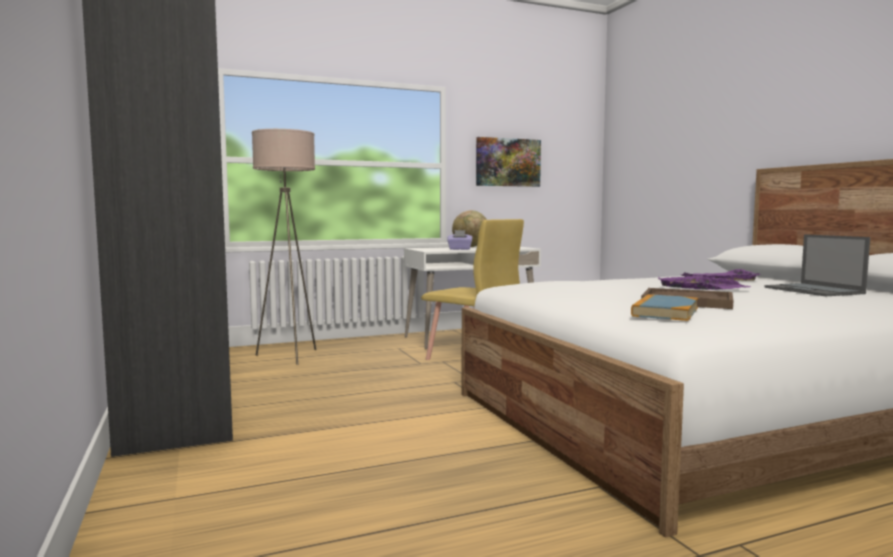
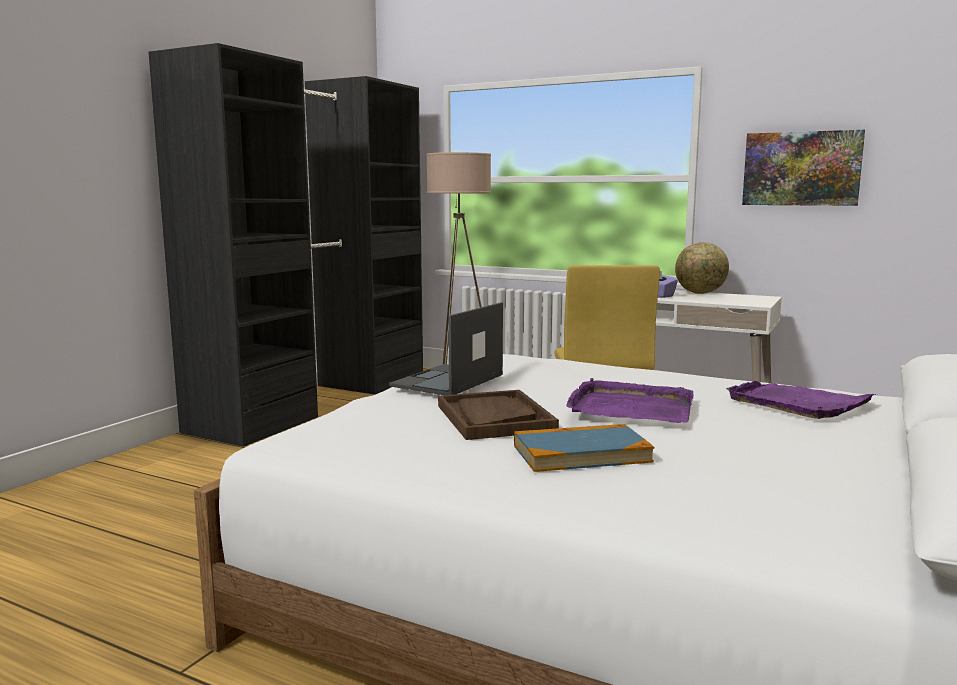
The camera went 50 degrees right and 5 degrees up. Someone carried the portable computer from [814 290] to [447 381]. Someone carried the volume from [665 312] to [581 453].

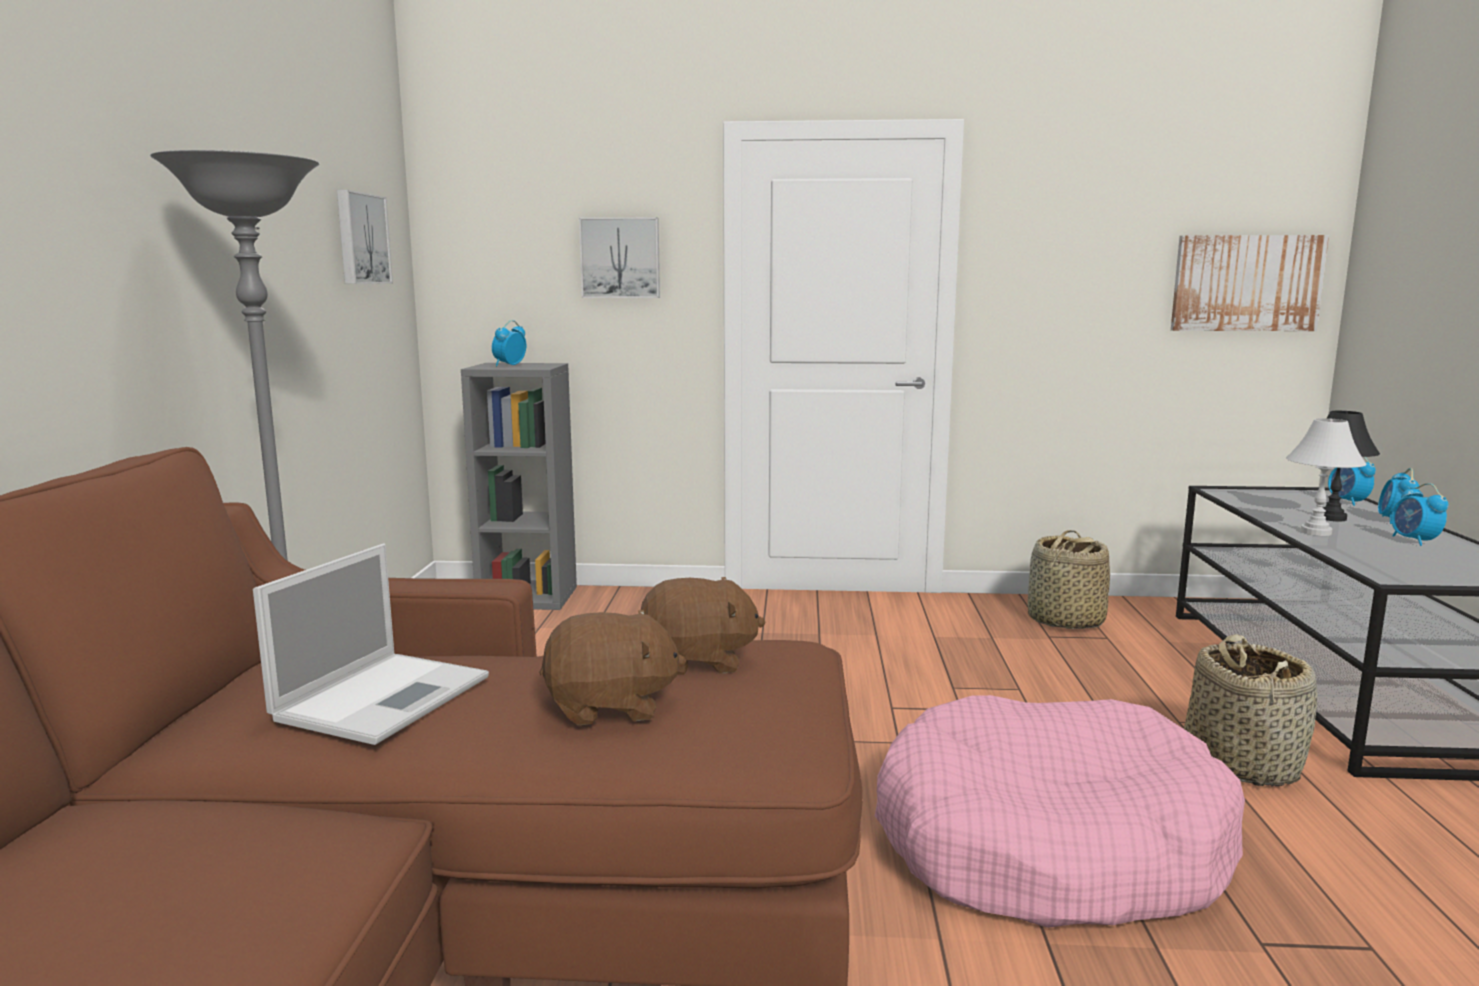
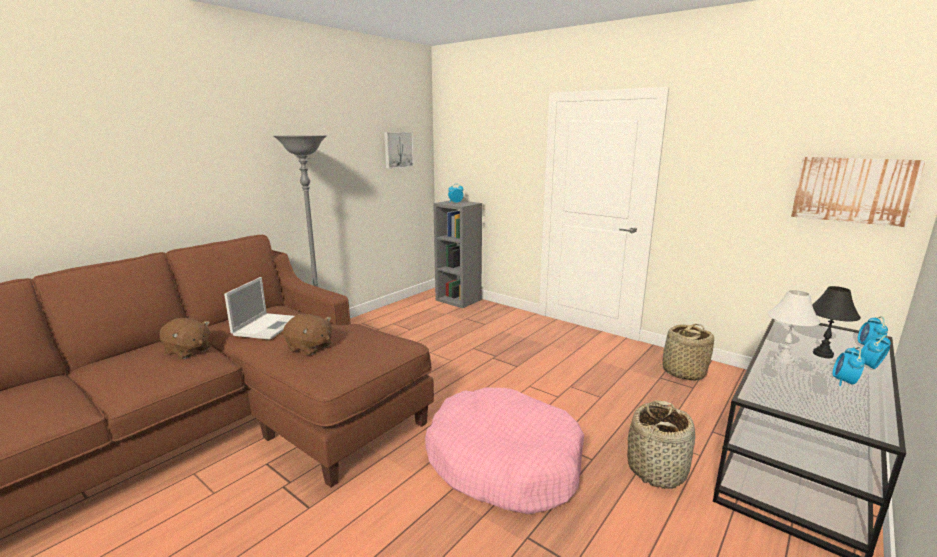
The camera went 35 degrees right and 5 degrees up. Someone took away the picture at [620 258]. Someone rotated the portable computer at [385 696] by 45 degrees counterclockwise. Someone carried the brown soft toy from [698 662] to [188 351].

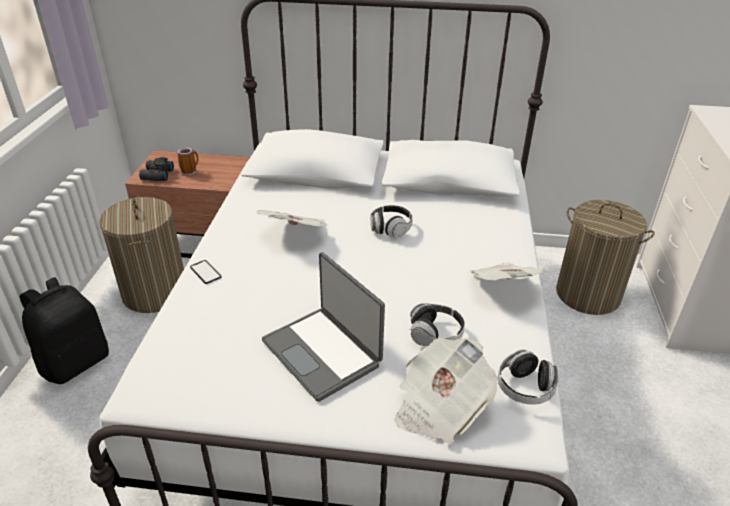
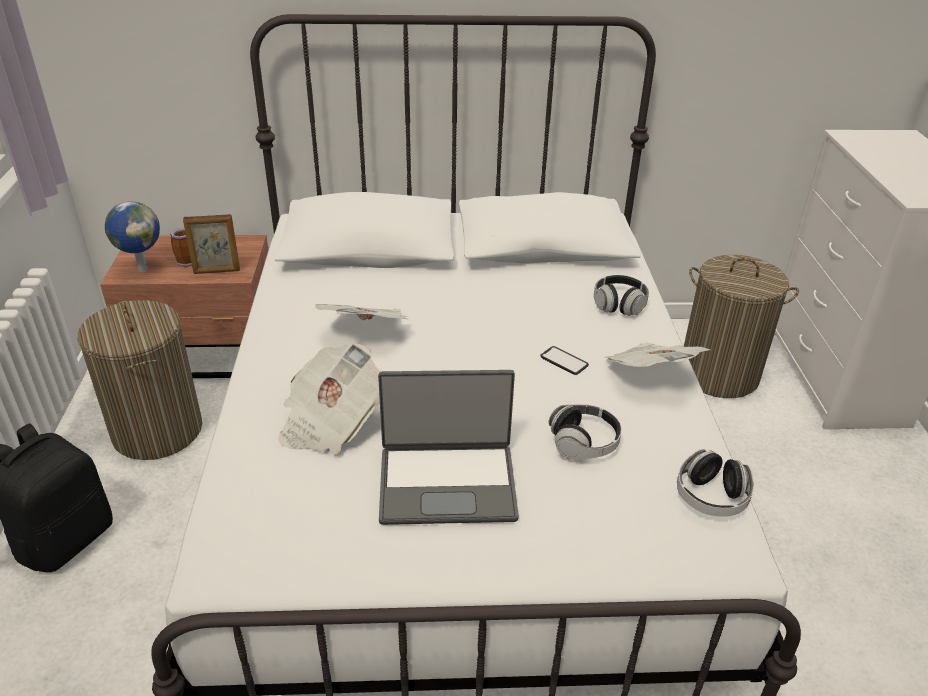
The camera went 10 degrees left and 0 degrees up. Someone swapped the black pair of binoculars at [156 175] for the globe at [142 269]. Someone carried the pair of headphones from [390 228] to [619 305]. Someone rotated the portable computer at [323 352] by 45 degrees counterclockwise. Someone carried the telephone from [205 272] to [564 361]. Someone carried the printed paper from [439 407] to [330 422]. Someone put down the photo frame at [217 271].

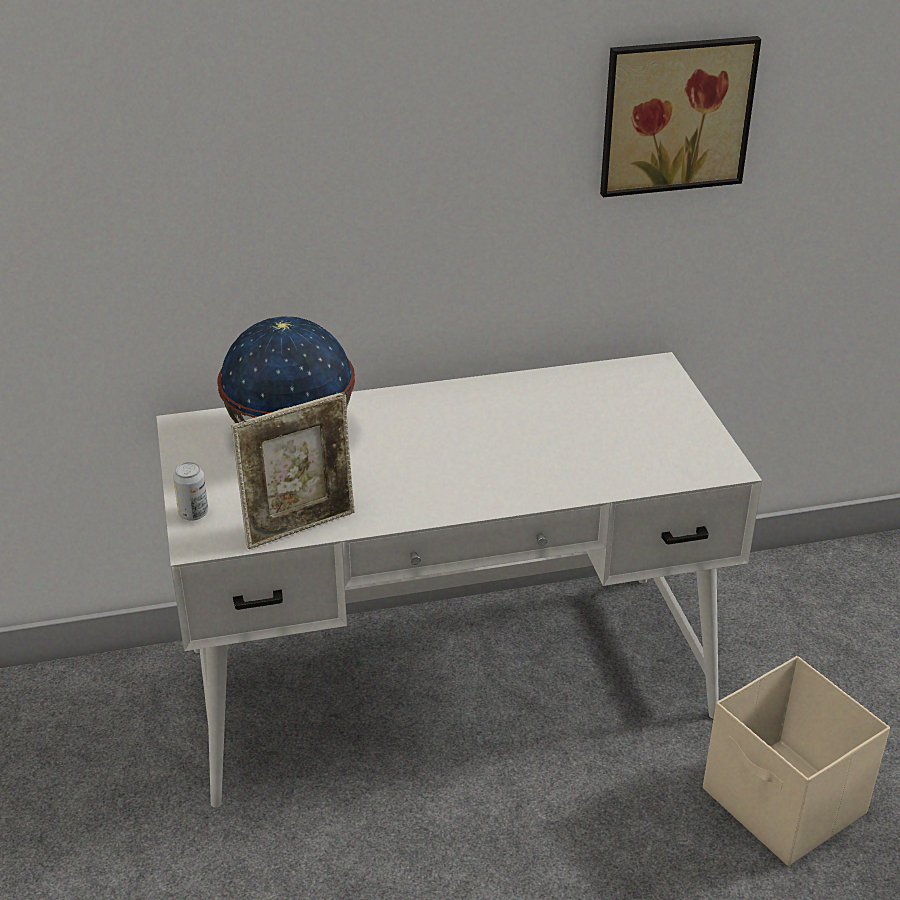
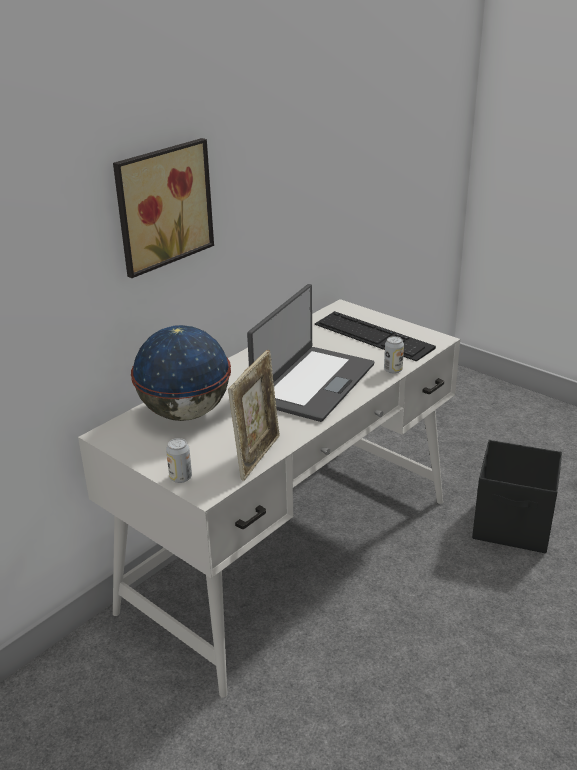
The camera went 35 degrees left and 5 degrees down. Someone carried the picture from [674 114] to [161 205]. Someone repainted the sand-coloured storage box at [784 804], which became the black storage box at [513 526]. Someone put down the portable computer at [312 383]. Someone put down the computer keyboard at [373 336]. Someone put down the metal can at [393 370].

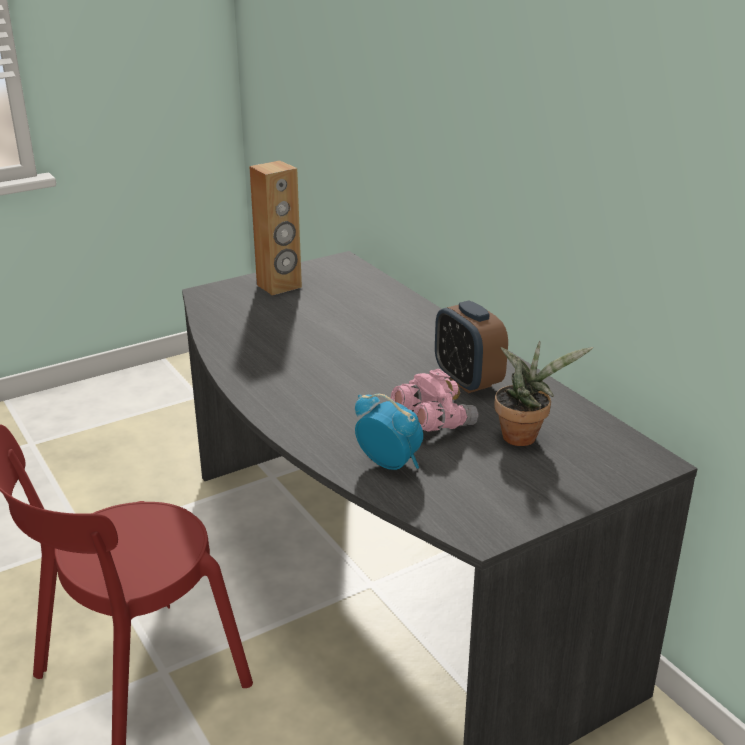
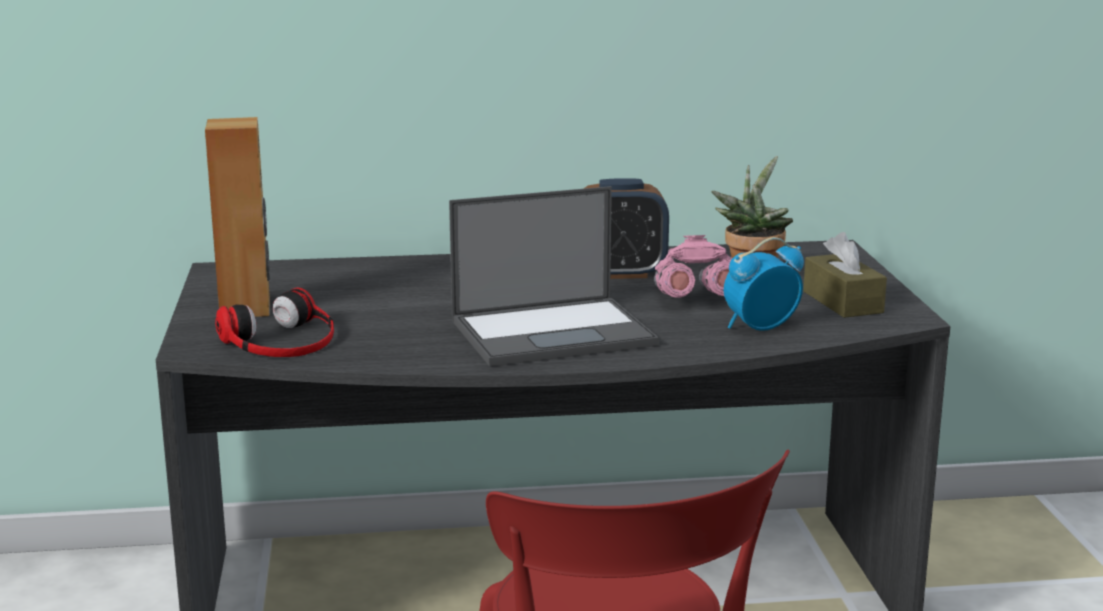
The camera went 65 degrees left and 10 degrees down. Someone put down the portable computer at [554 332]. Someone put down the brown tissue holder at [842 302]. Someone put down the pair of headphones at [282 341].

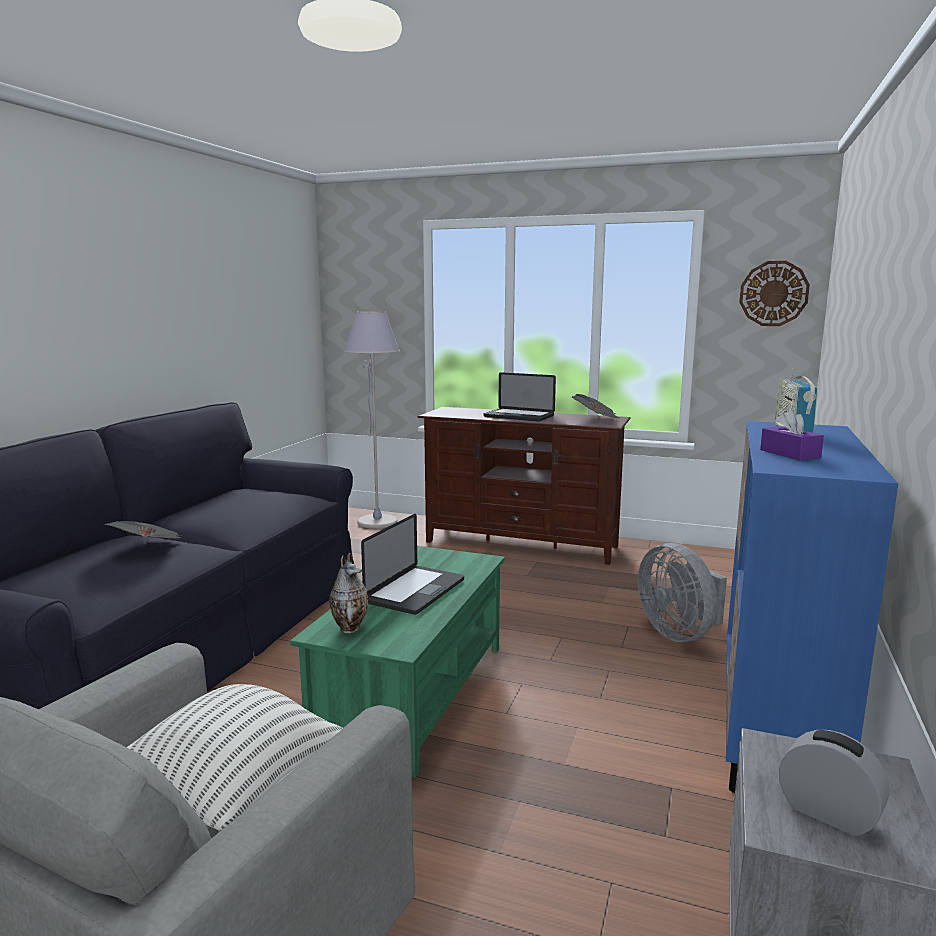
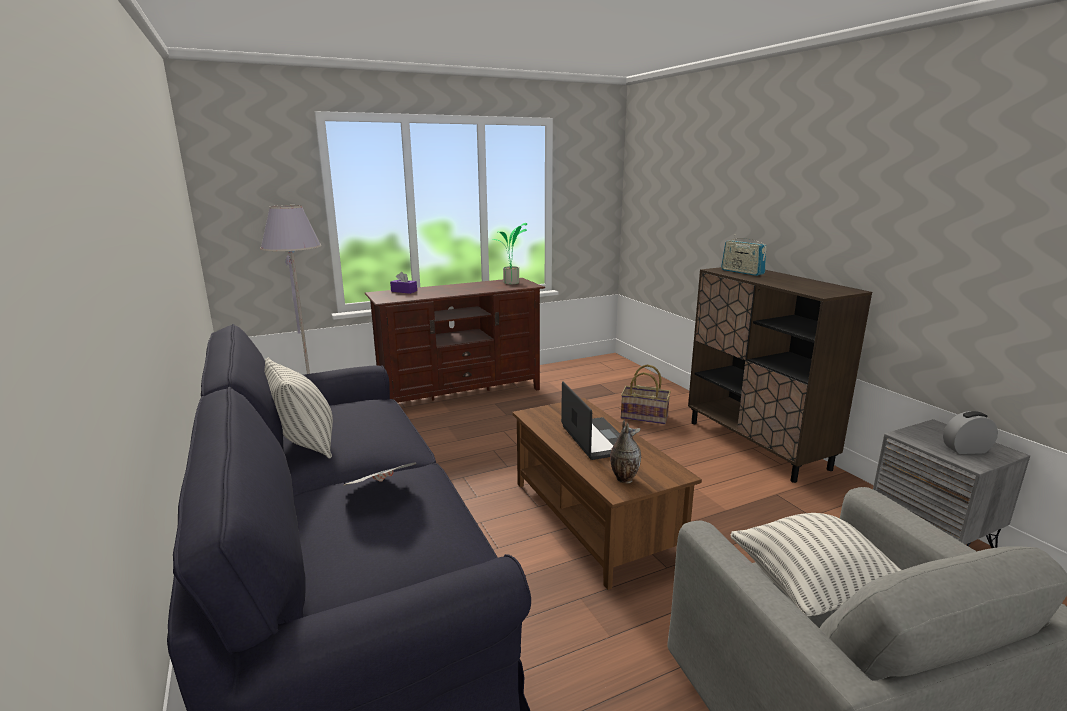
The camera went 45 degrees left and 5 degrees up. Someone took away the hanging clock at [773 293]. Someone took away the portable computer at [518 416]. Someone swapped the printed paper at [596 419] for the potted plant at [511 283]. Someone carried the purple tissue holder from [789 454] to [404 291]. Someone repainted the blue-coloured cabinet at [775 727], which became the brown cabinet at [756 445]. Someone swapped the grey fan at [679 633] for the household basket at [644 416]. Someone repainted the green coffee table at [413 693], which became the brown coffee table at [592 518]. Someone put down the pillow at [304 444].

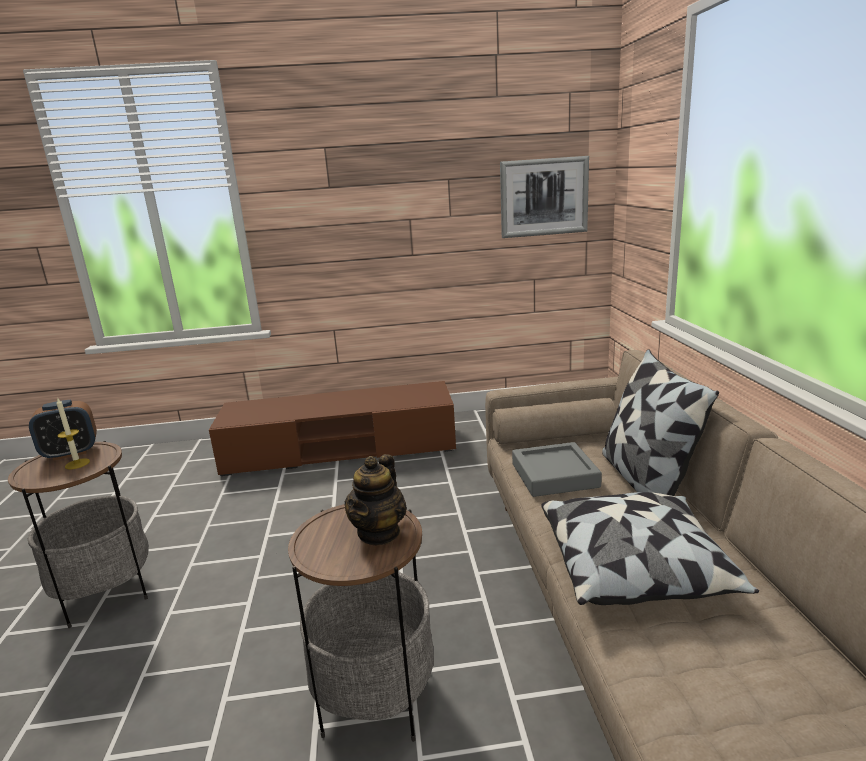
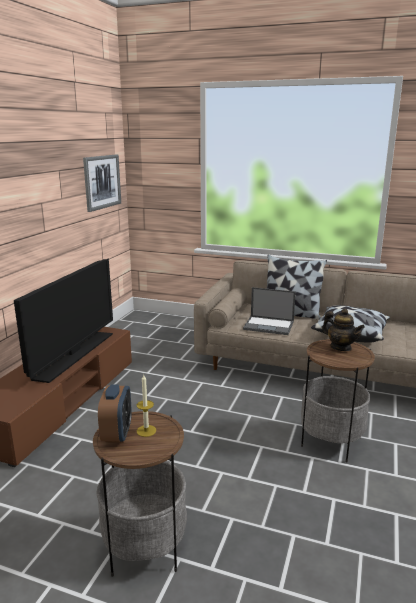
The camera went 65 degrees left and 0 degrees up. Someone swapped the grey carrying tray at [554 475] for the portable computer at [269 325]. Someone put down the television at [75 355].

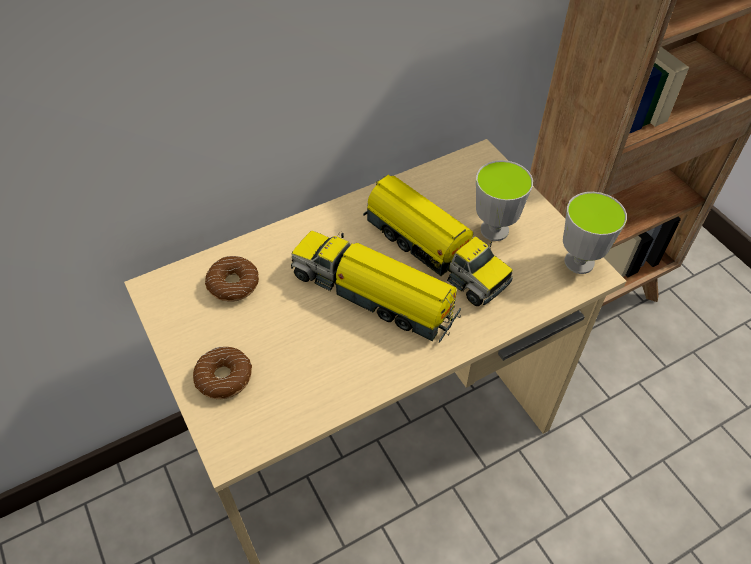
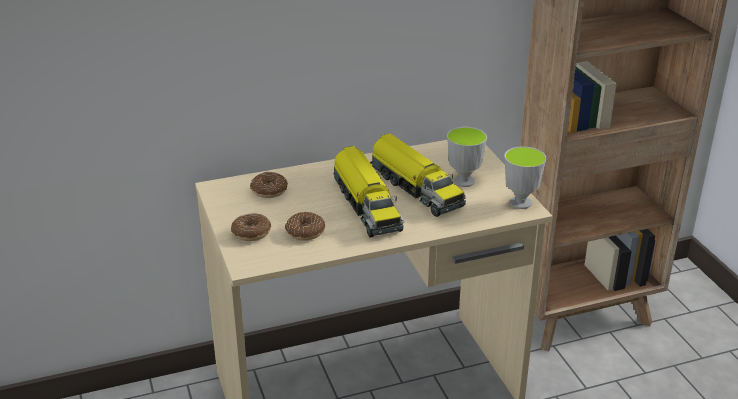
The camera went 10 degrees right and 20 degrees down. Someone rotated the toy lorry at [375 295] by 150 degrees counterclockwise. Someone put down the donut at [305 232].

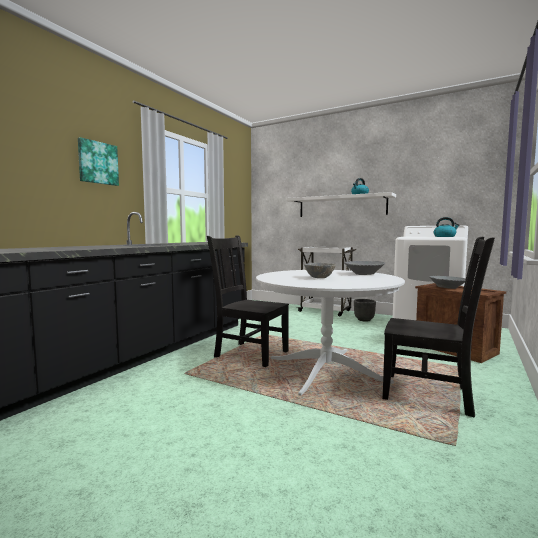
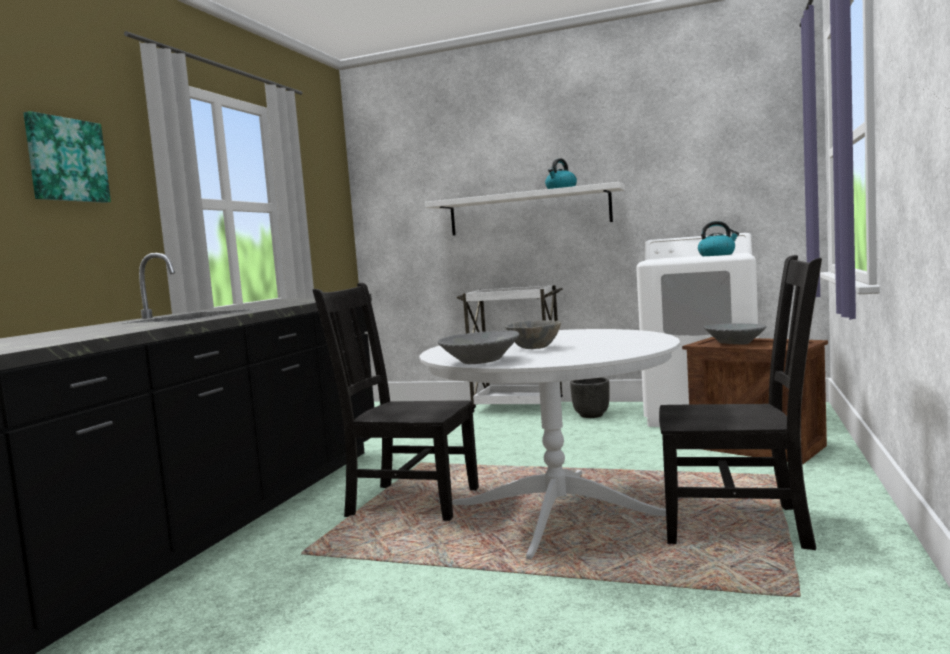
The camera went 10 degrees left and 0 degrees up. Someone carried the grey serving bowl from [364 274] to [480 361].

